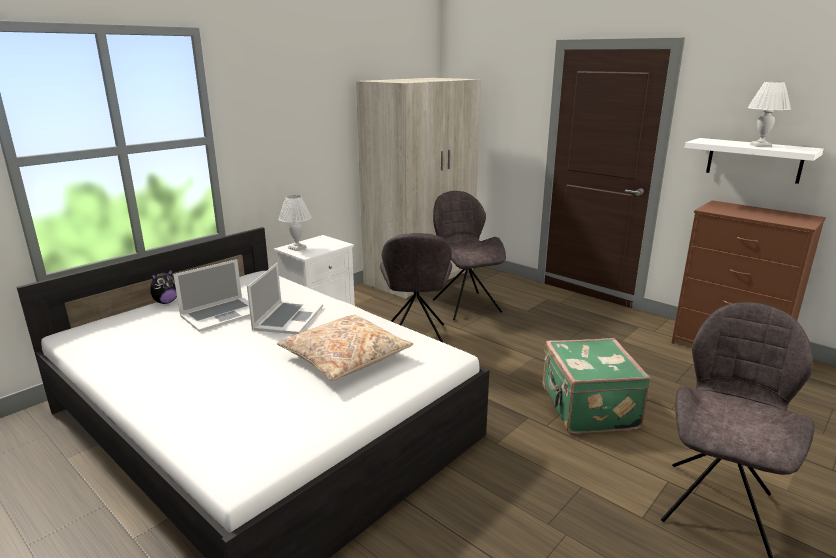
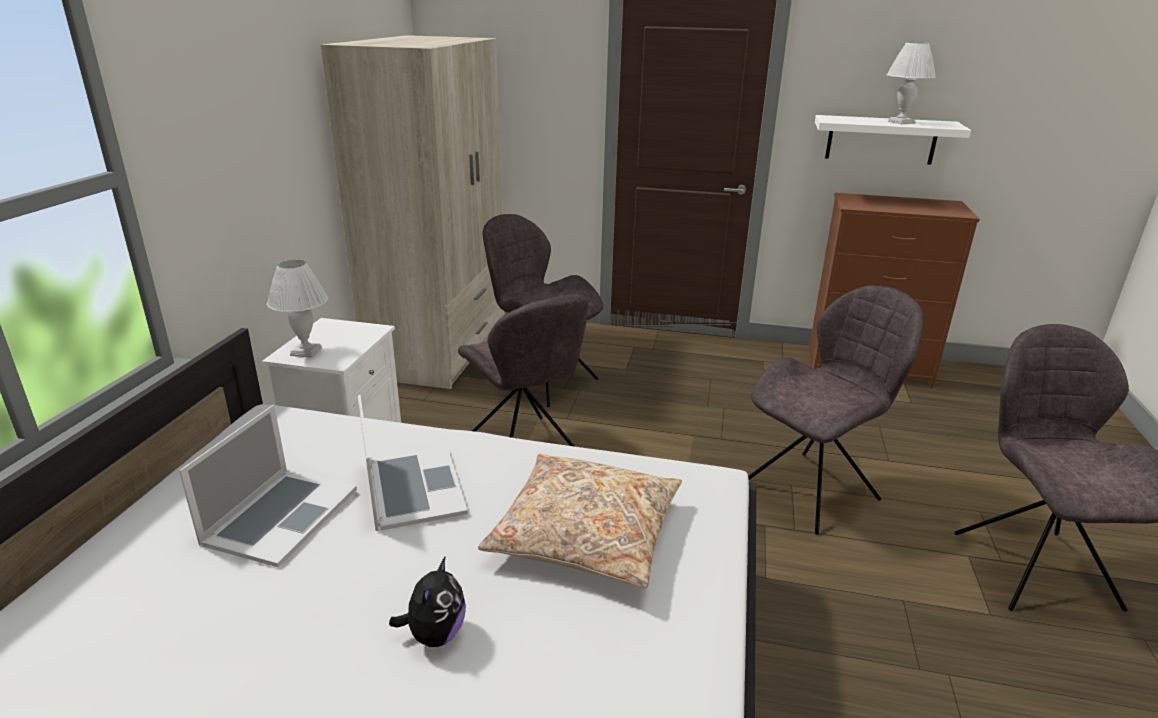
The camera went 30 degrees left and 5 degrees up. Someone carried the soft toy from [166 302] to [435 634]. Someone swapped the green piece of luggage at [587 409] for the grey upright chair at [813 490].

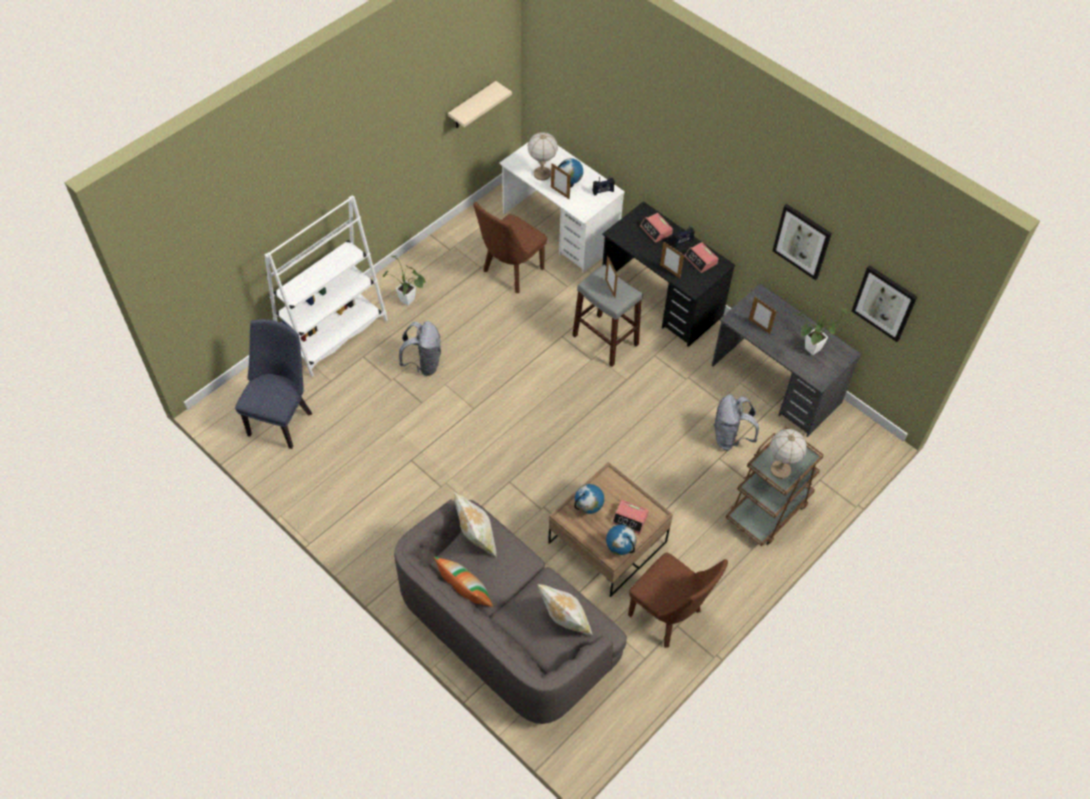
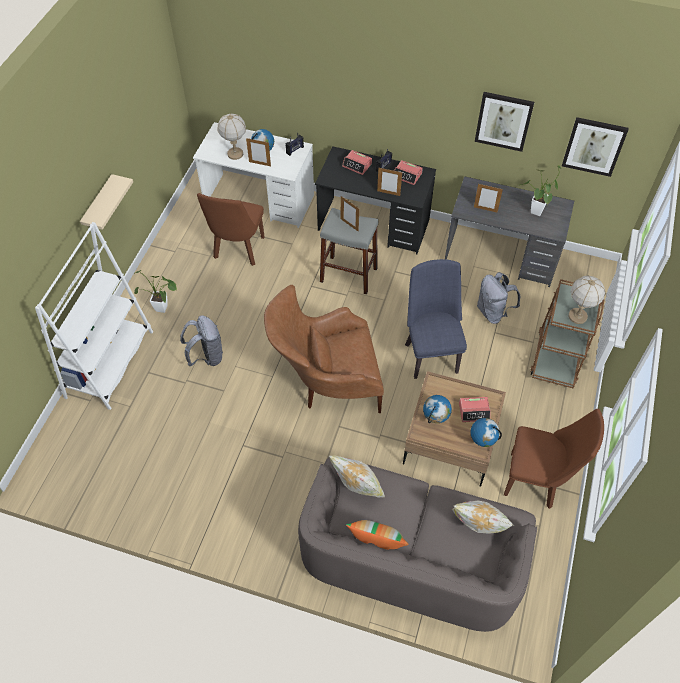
The camera went 25 degrees left and 0 degrees up. Someone carried the sand-coloured shelf from [472 106] to [99 206]. Someone carried the blue-coloured upright chair from [282 419] to [430 353]. Someone put down the brown easy chair at [327 384].

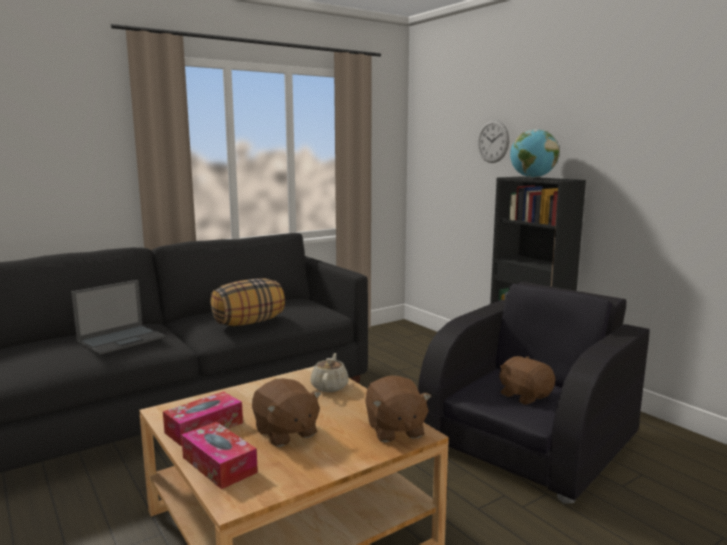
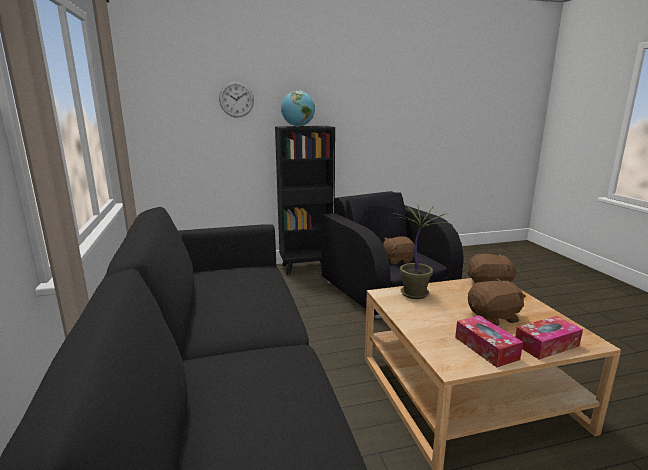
The camera went 70 degrees left and 5 degrees up. Someone took away the pillow at [249 323]. Someone took away the portable computer at [122 339]. Someone swapped the sand-coloured teapot at [330 386] for the potted plant at [415 294].

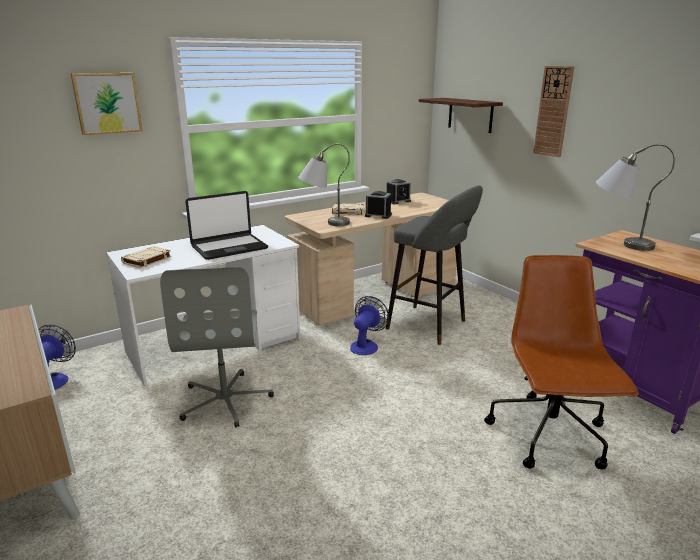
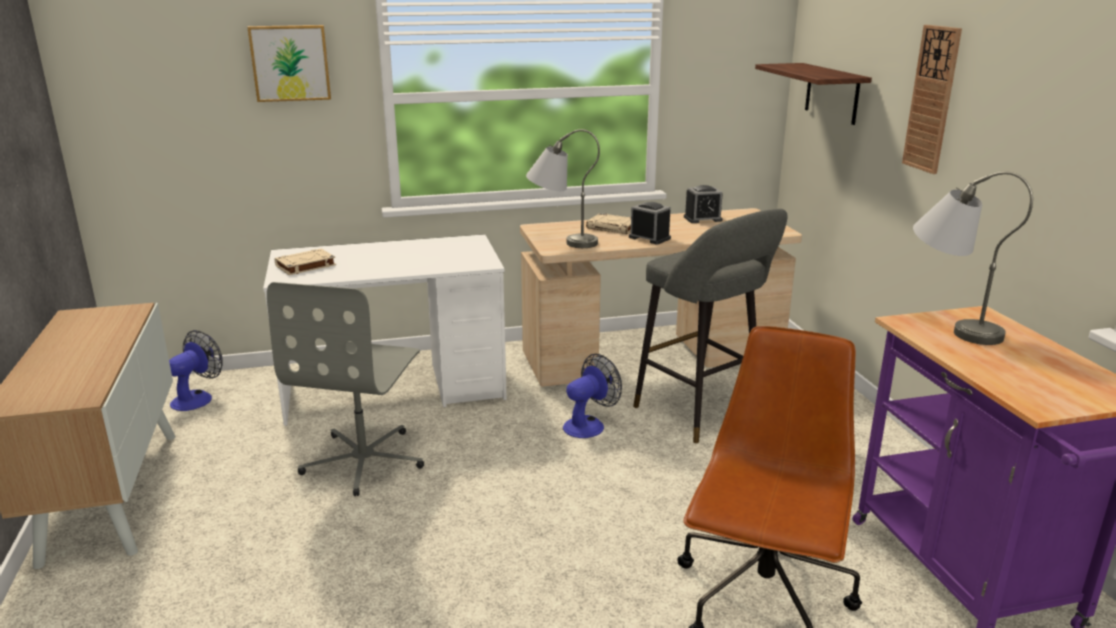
The camera went 20 degrees right and 0 degrees up. Someone took away the portable computer at [229 247].

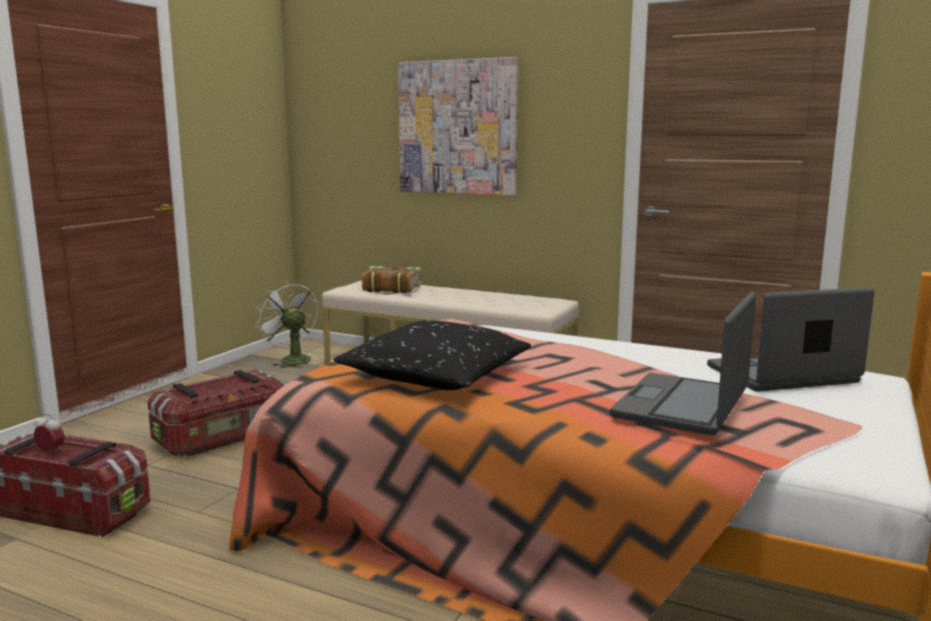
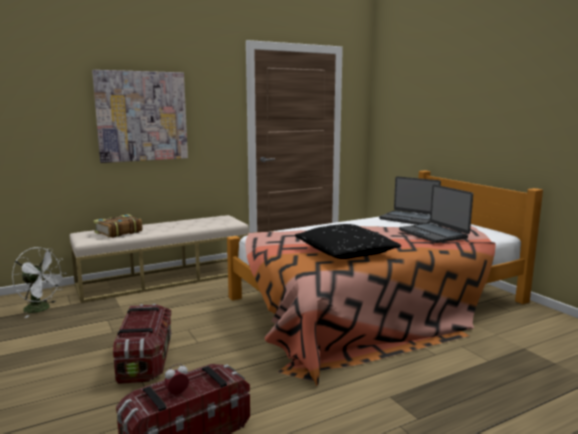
The camera went 55 degrees left and 0 degrees up. Someone rotated the white-coloured fan at [291 360] by 150 degrees counterclockwise. Someone rotated the portable computer at [783 375] by 75 degrees counterclockwise.

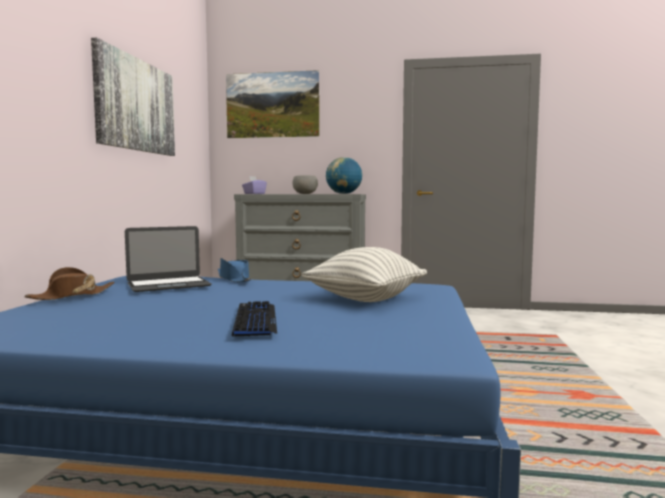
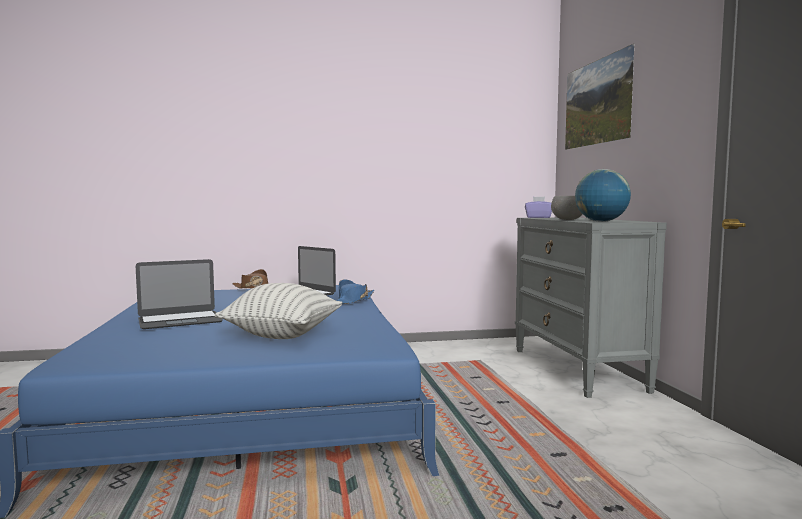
The camera went 70 degrees right and 0 degrees up. Someone took away the picture at [136 105]. Someone swapped the computer keyboard at [255 320] for the portable computer at [180 320].

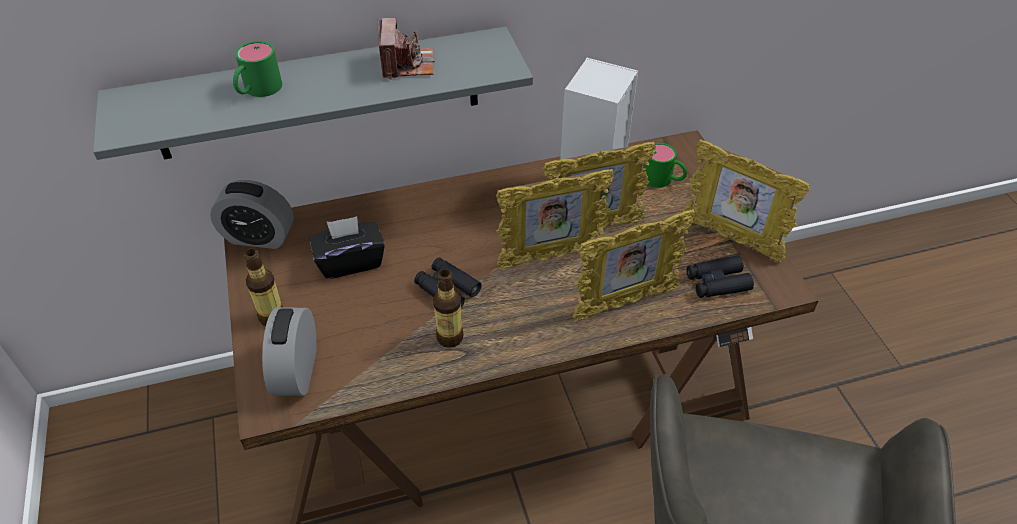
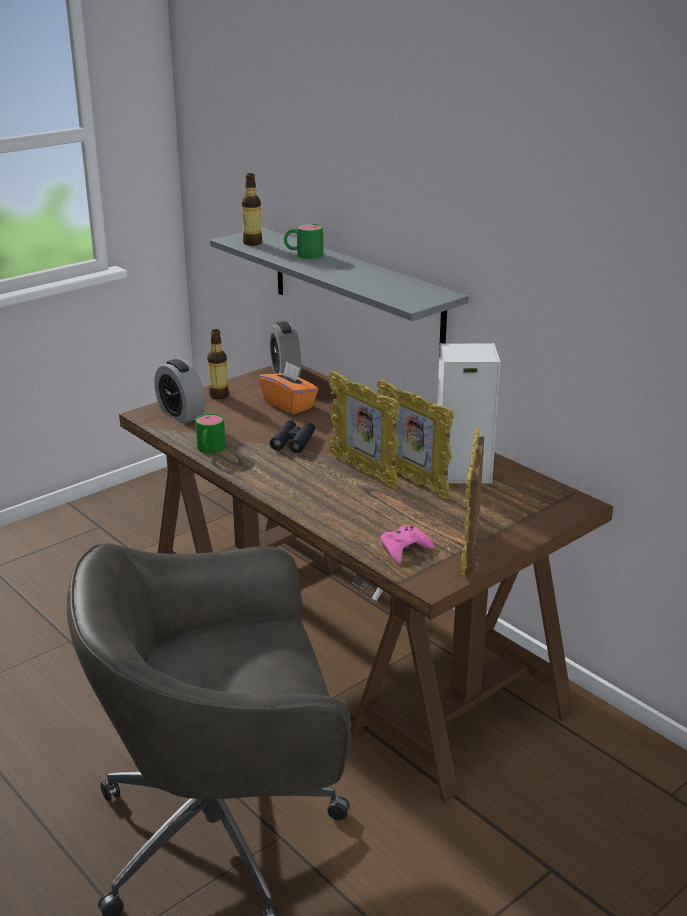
The camera went 65 degrees right and 20 degrees down. Someone took away the photo camera at [406 64]. Someone carried the green coffee mug from [663 180] to [209 450]. Someone took away the photo frame at [625 303]. Someone repainted the black tissue holder at [350 261], which became the orangey tissue holder at [289 405]. Someone swapped the black pair of binoculars at [717 282] for the pink game controller at [404 548]. Someone carried the drink bottle from [450 337] to [252 243]. Someone rotated the table clock at [297 371] by 105 degrees counterclockwise.

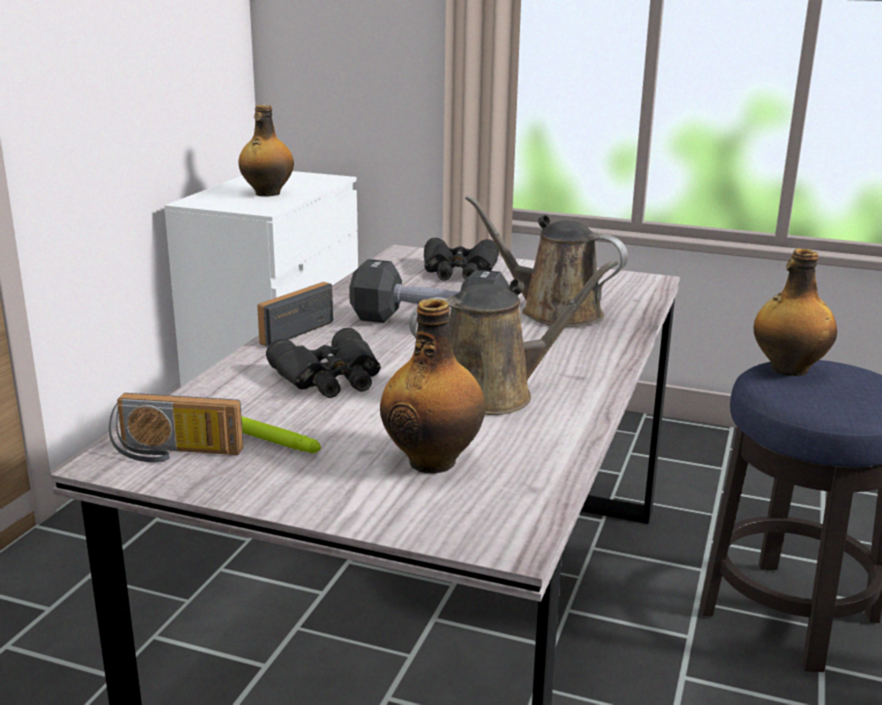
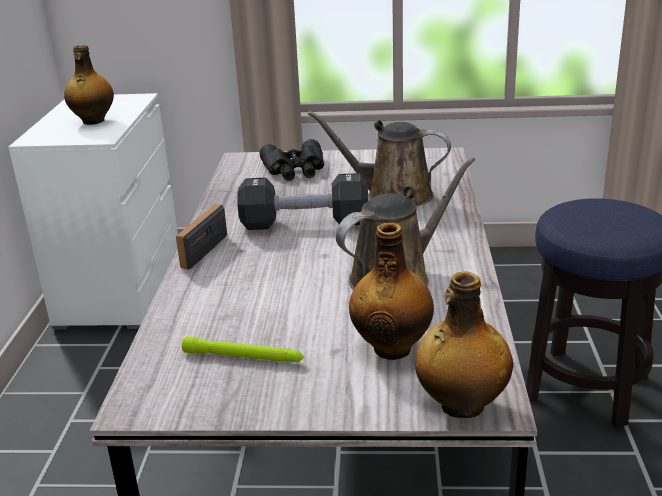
The camera went 15 degrees left and 5 degrees up. Someone carried the drink bottle from [787 369] to [461 406]. Someone took away the black pair of binoculars at [331 378]. Someone took away the radio at [174 453].

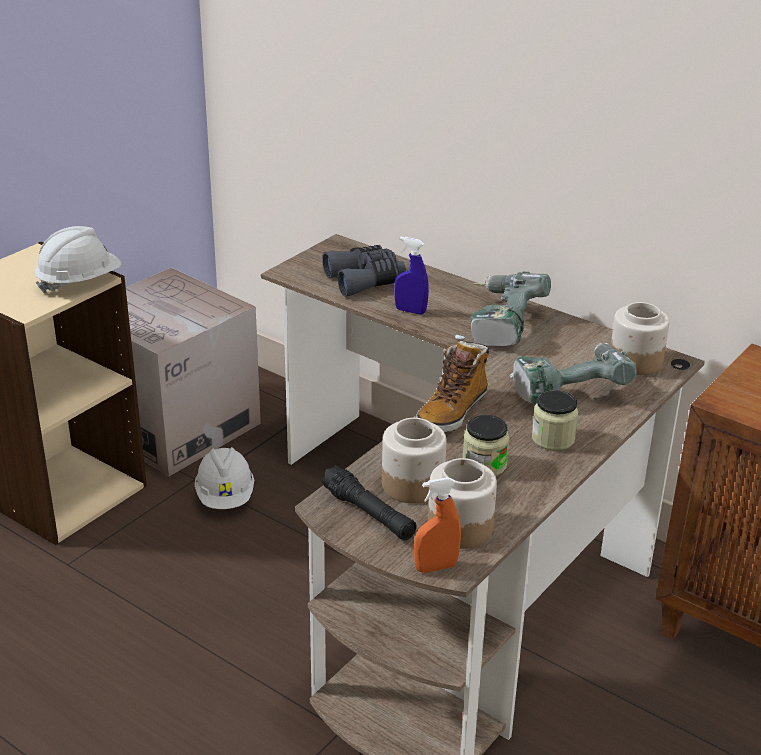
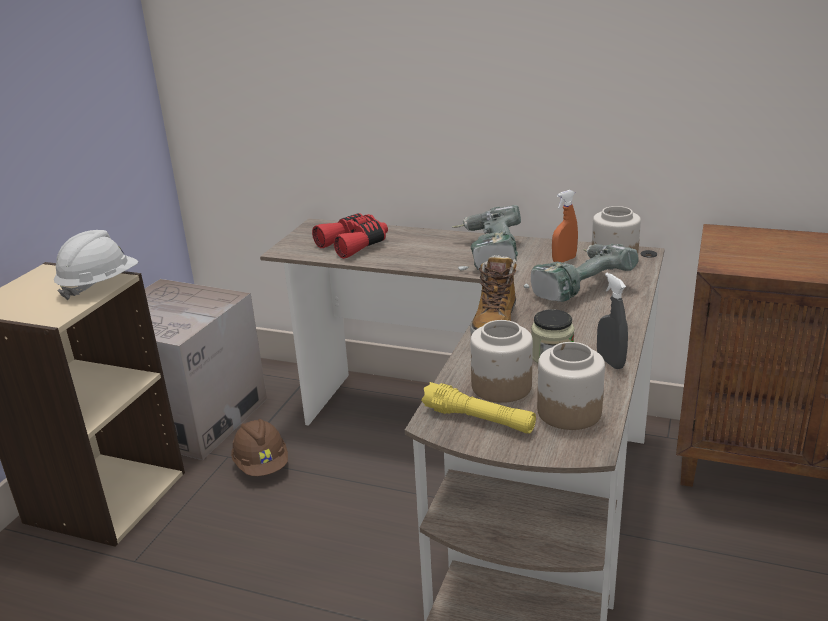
The camera went 15 degrees left and 5 degrees down. Someone took away the blue-coloured sprayer at [410 311]. Someone repainted the grey pair of binoculars at [365 280], which became the reddish pair of binoculars at [354 244]. Someone took away the preserve jar at [553 438]. Someone repainted the white-coloured safety helmet at [225 496], which became the brown safety helmet at [262 465]. Someone repainted the black torch at [369 513], which became the yellowish torch at [478 419]. Someone carried the orangey sprayer from [436 567] to [564 260]. Someone put down the grey sprayer at [610 362].

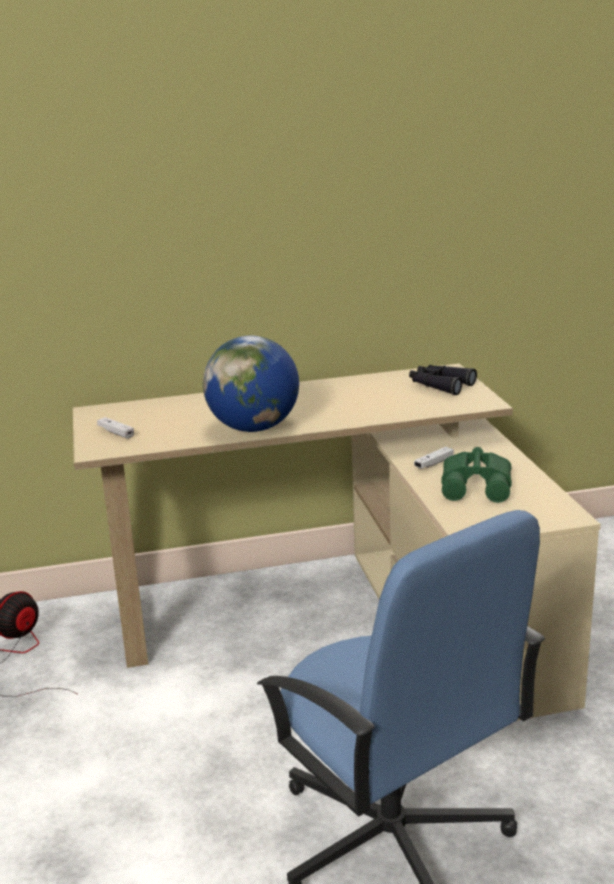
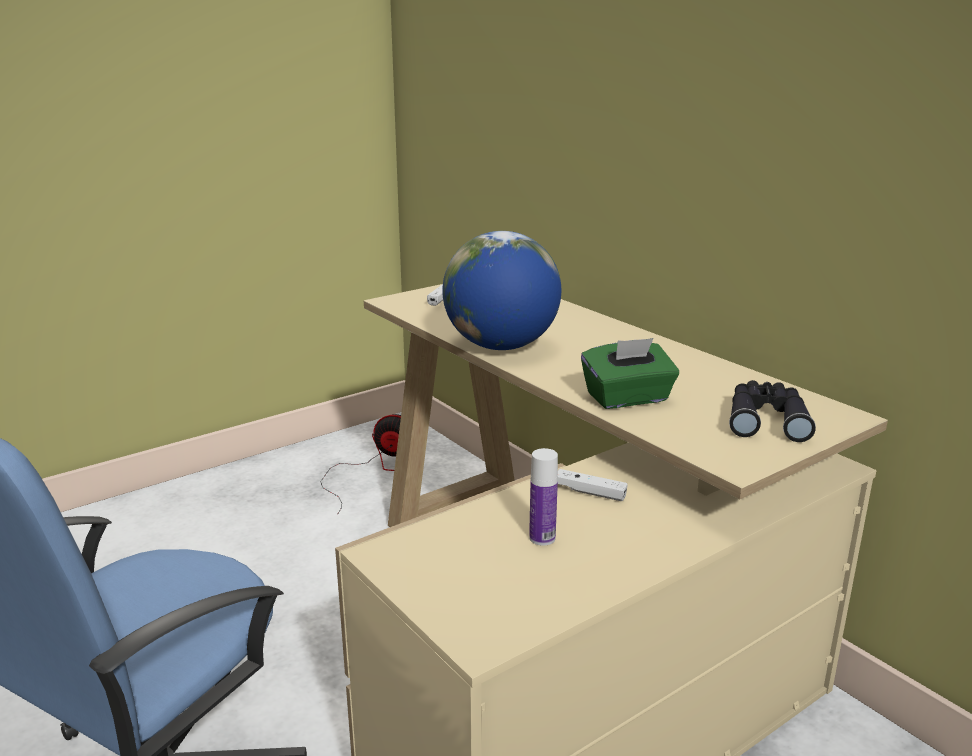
The camera went 65 degrees right and 0 degrees up. Someone swapped the green pair of binoculars at [478 485] for the drink bottle at [542 538]. Someone put down the green tissue holder at [627 398].

